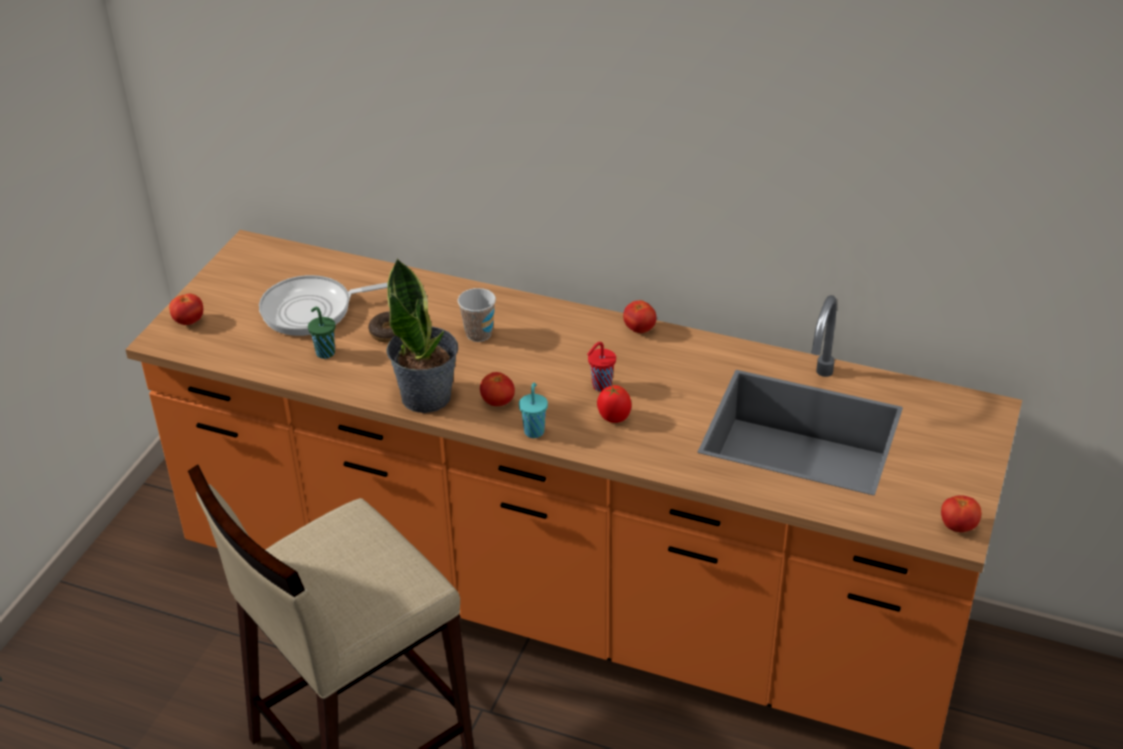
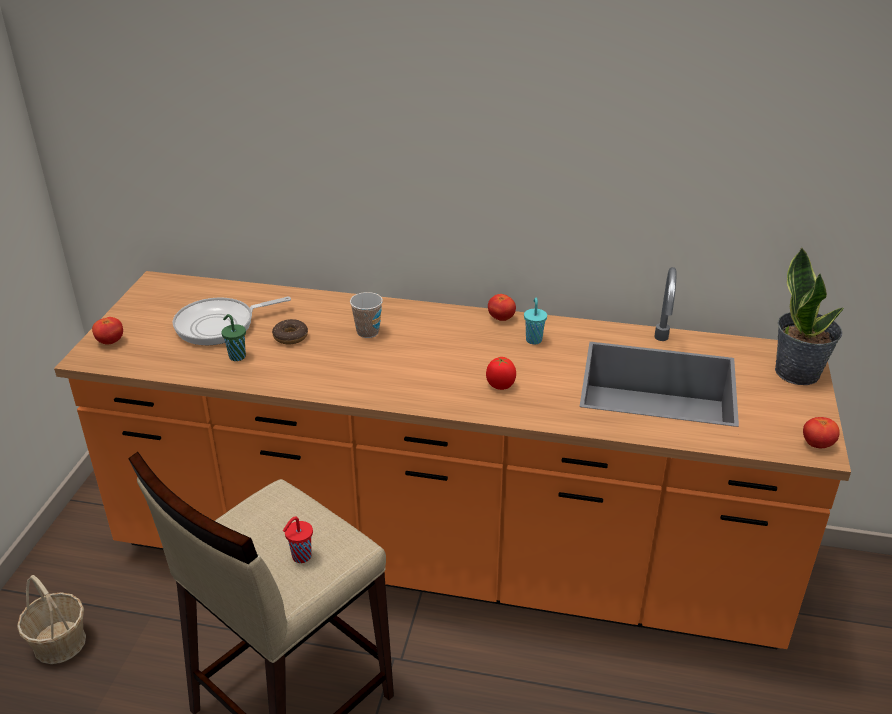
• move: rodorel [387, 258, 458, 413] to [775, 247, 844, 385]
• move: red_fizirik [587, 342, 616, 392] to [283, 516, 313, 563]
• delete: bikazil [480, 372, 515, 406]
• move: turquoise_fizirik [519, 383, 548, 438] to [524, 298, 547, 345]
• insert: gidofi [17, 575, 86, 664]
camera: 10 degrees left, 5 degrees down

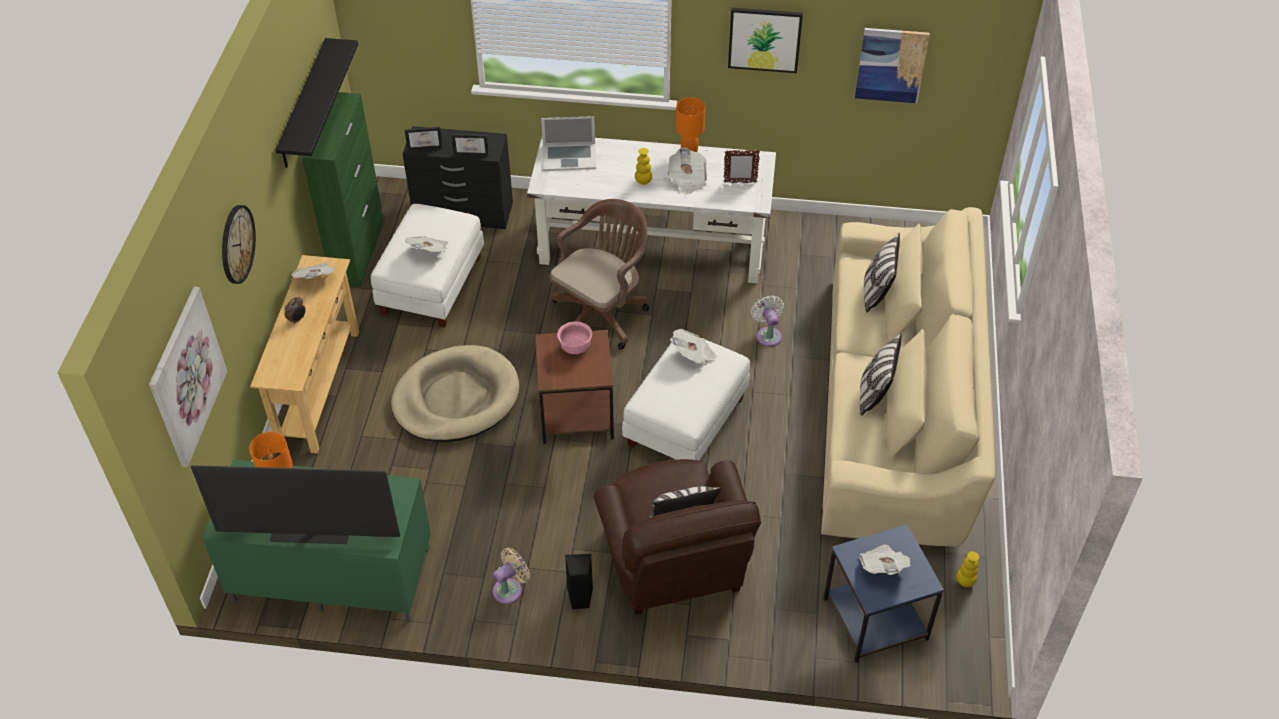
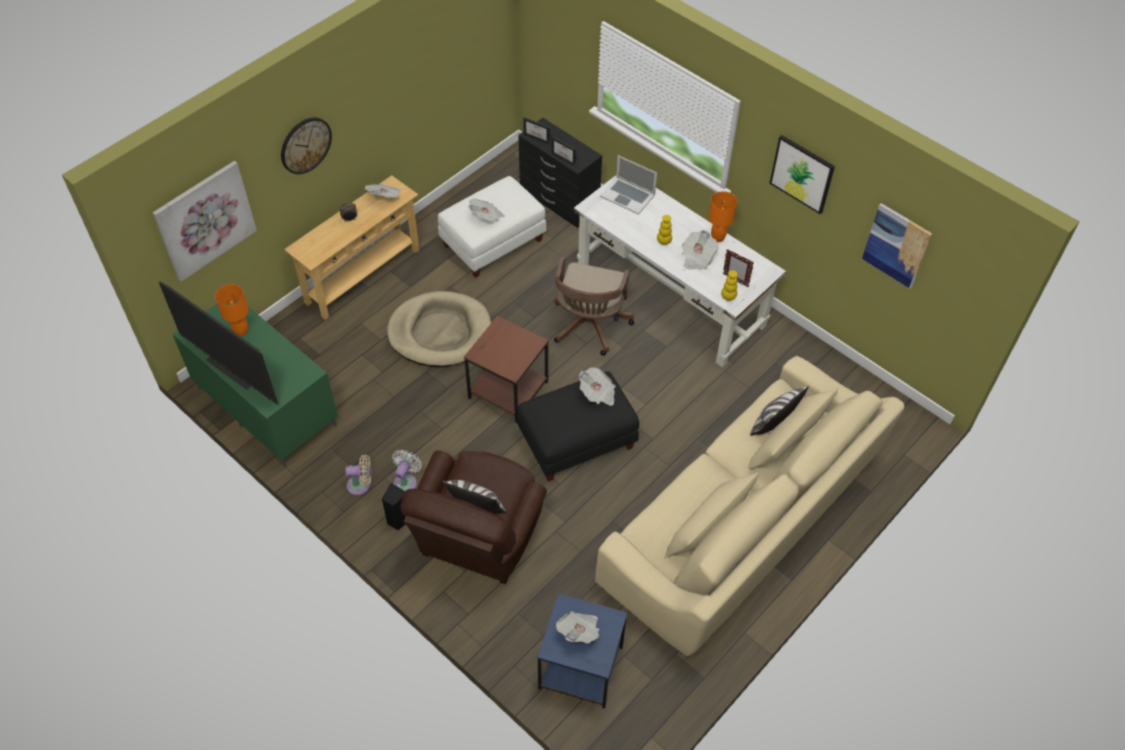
• delete: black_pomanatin [276, 38, 358, 168]
• delete: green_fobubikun [302, 92, 384, 287]
• rotate: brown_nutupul [549, 199, 649, 350] = [554, 256, 634, 356] 120 degrees clockwise
• move: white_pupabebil [751, 295, 784, 347] to [392, 450, 422, 492]
• delete: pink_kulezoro [557, 321, 592, 354]
• delete: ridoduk [860, 333, 902, 416]
• recolor: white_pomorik [622, 340, 750, 460] to black_pomorik [517, 371, 639, 482]
• move: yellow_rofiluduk [956, 552, 979, 587] to [721, 270, 738, 301]
camera: 35 degrees right, 5 degrees up

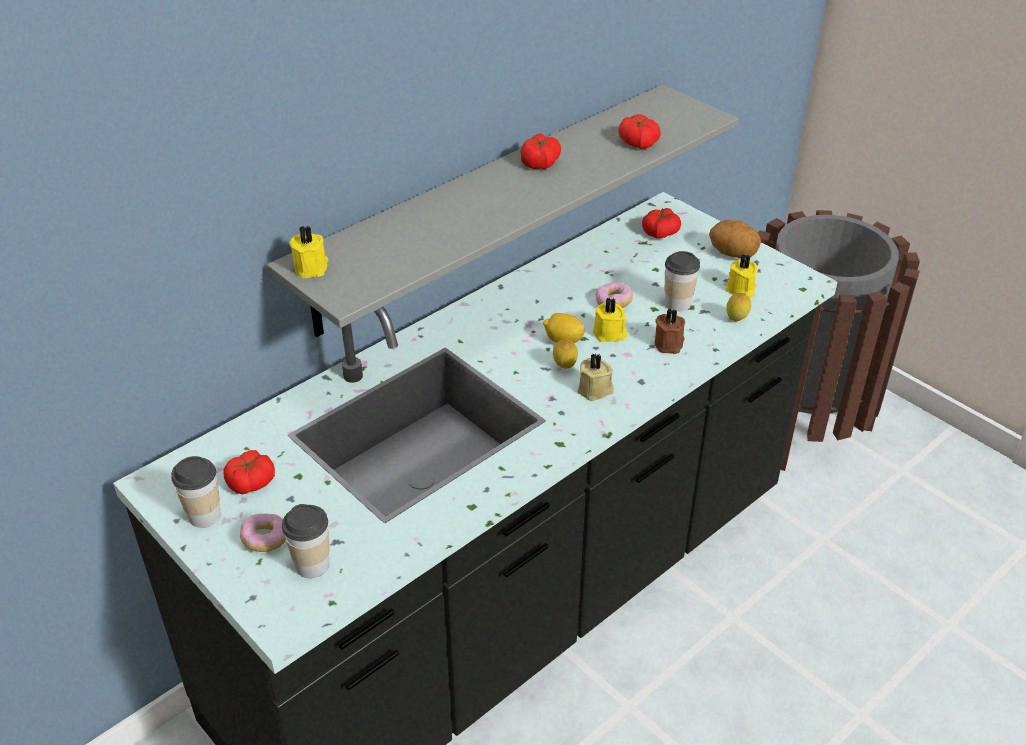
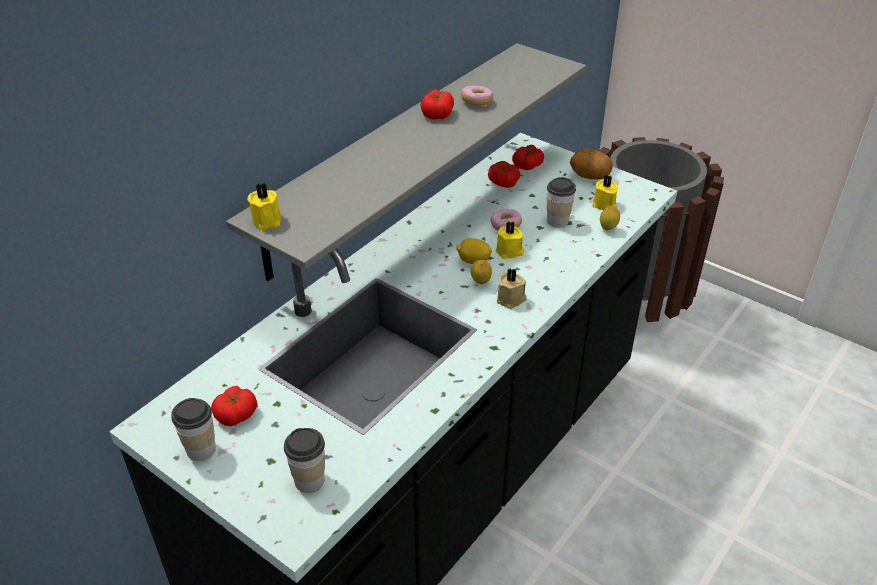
• move: bikazil [619, 114, 661, 149] to [488, 161, 520, 188]
• delete: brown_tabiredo [655, 309, 685, 354]
• move: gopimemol [240, 514, 286, 552] to [461, 86, 493, 106]
camera: 10 degrees left, 0 degrees up

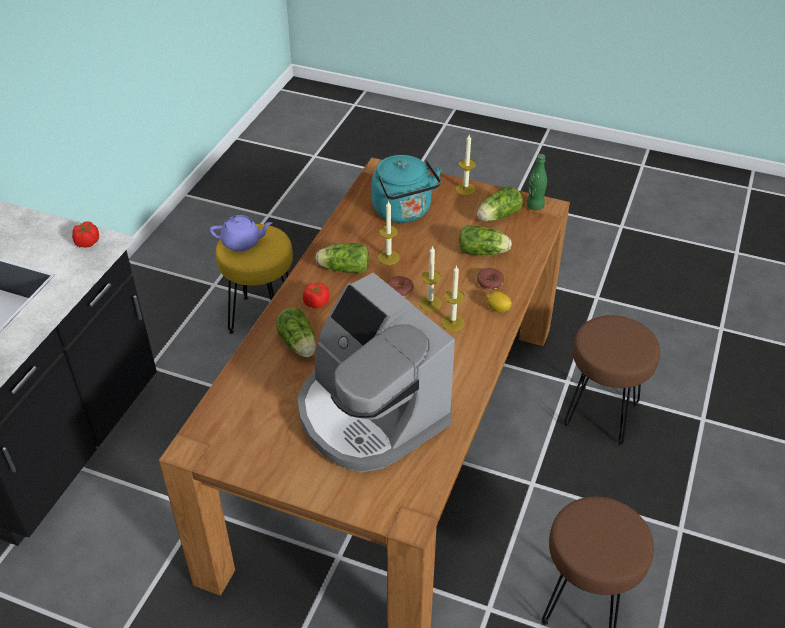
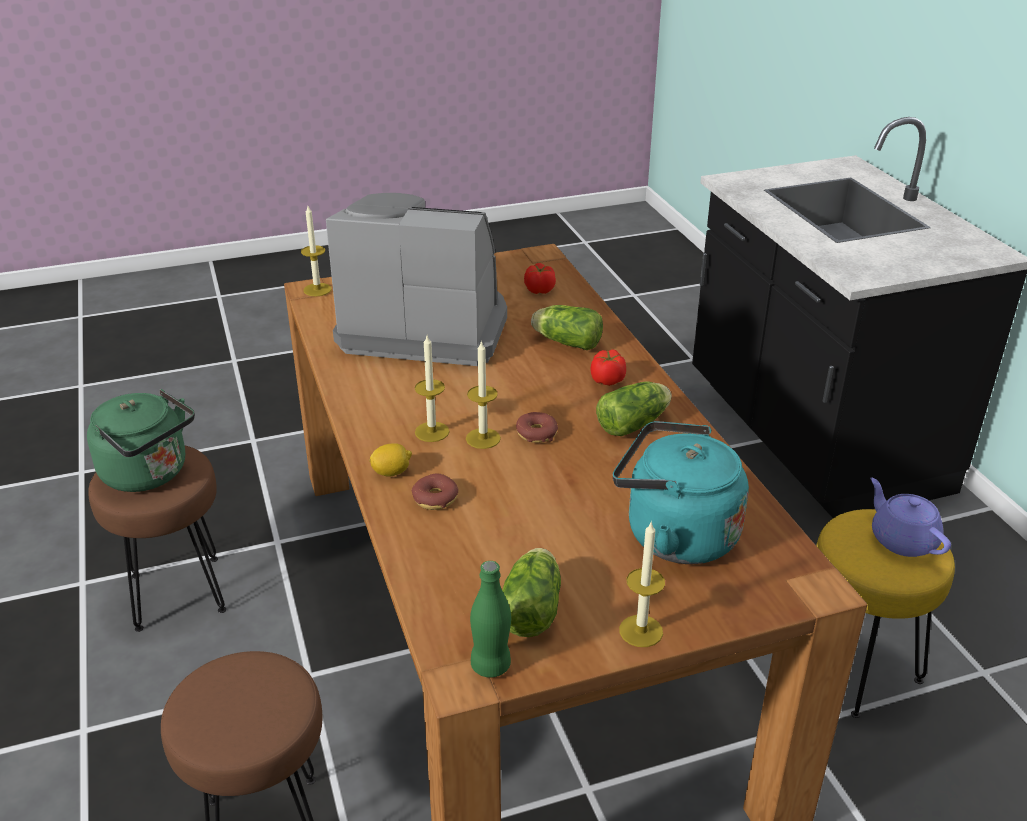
• move: tabiredo [378, 200, 400, 265] to [301, 206, 332, 296]
• rotate: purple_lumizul [210, 215, 272, 251] = [870, 477, 951, 557] 105 degrees clockwise
• move: bikazil [72, 221, 99, 248] to [524, 263, 556, 294]
• delete: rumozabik [459, 225, 512, 255]
• insert: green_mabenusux [87, 389, 195, 492]
camera: 140 degrees right, 10 degrees down

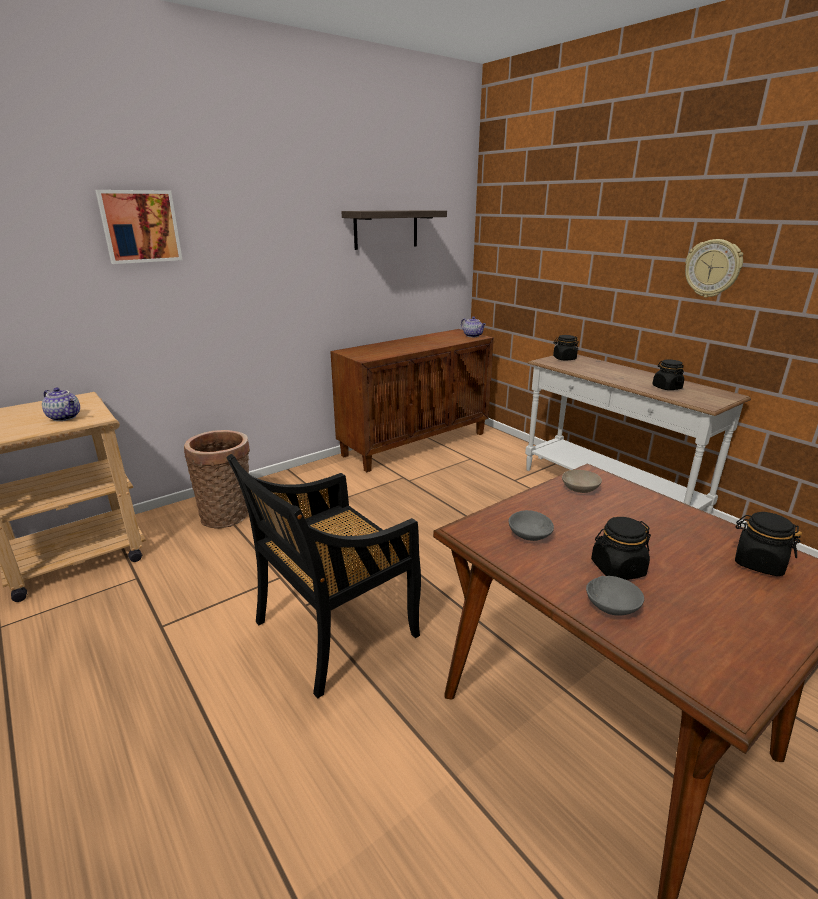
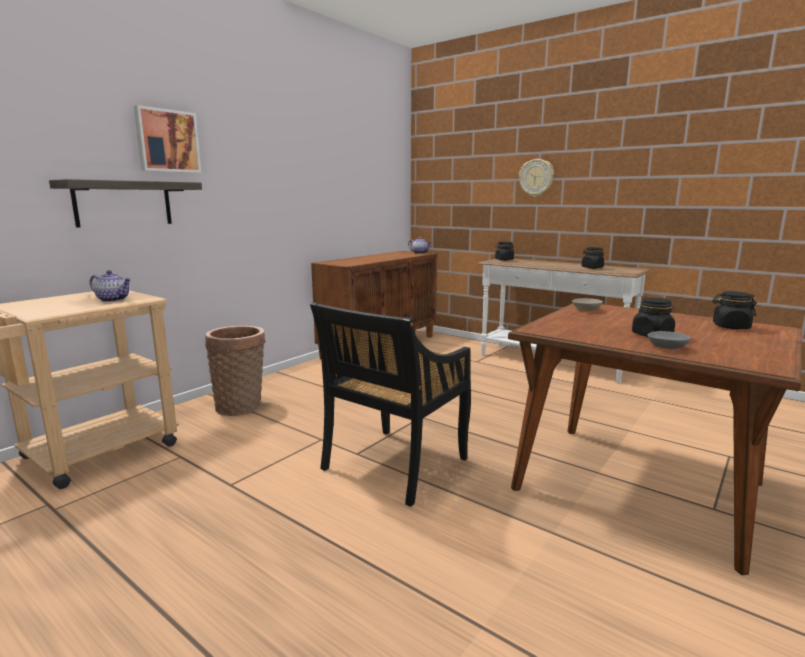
• move: pomanatin [342, 210, 447, 250] to [49, 179, 202, 228]
• move: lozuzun [685, 239, 743, 298] to [519, 159, 554, 197]
• delete: grey_kulezoro [509, 510, 554, 541]
camera: 15 degrees left, 10 degrees down

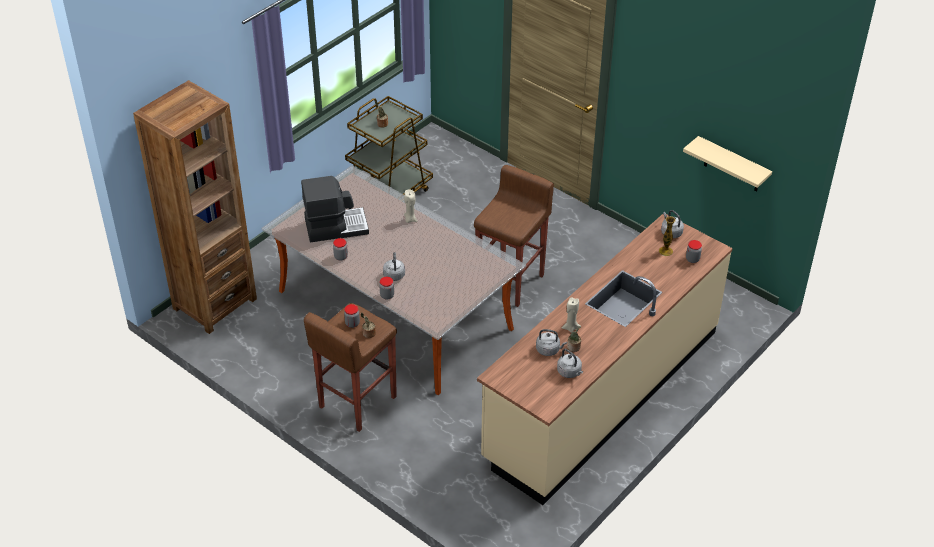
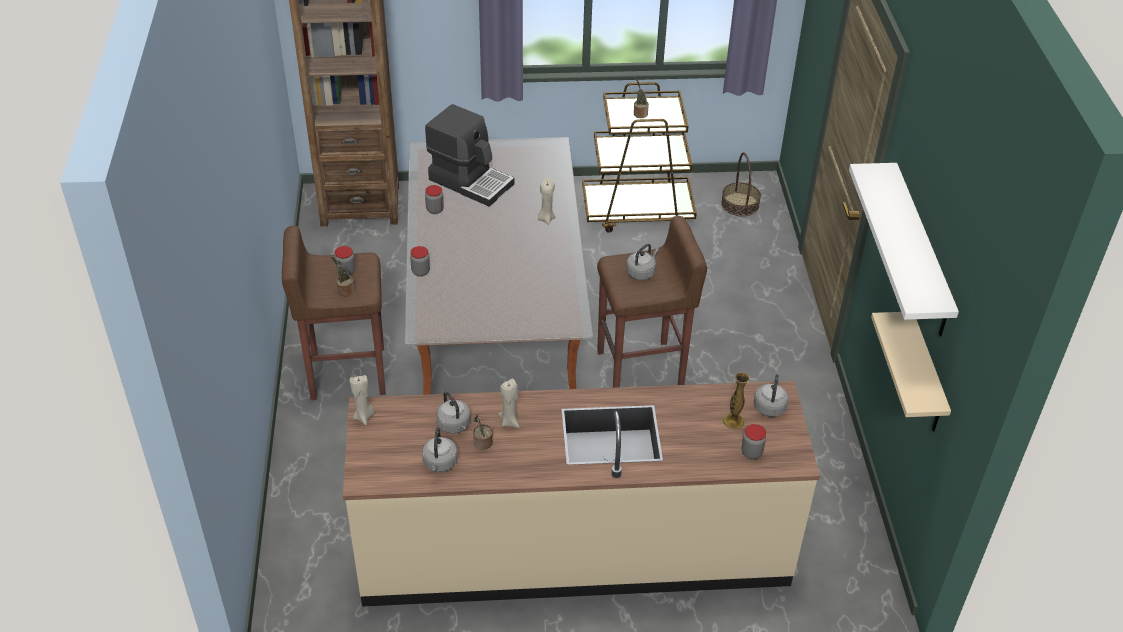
• move: grey_mabenusux [383, 252, 405, 281] to [626, 244, 659, 280]
• insert: gidofi [721, 152, 761, 217]
• insert: white_pomanatin [849, 163, 959, 336]
• insert: beige_tabiredo [350, 375, 374, 425]
camera: 45 degrees right, 0 degrees up

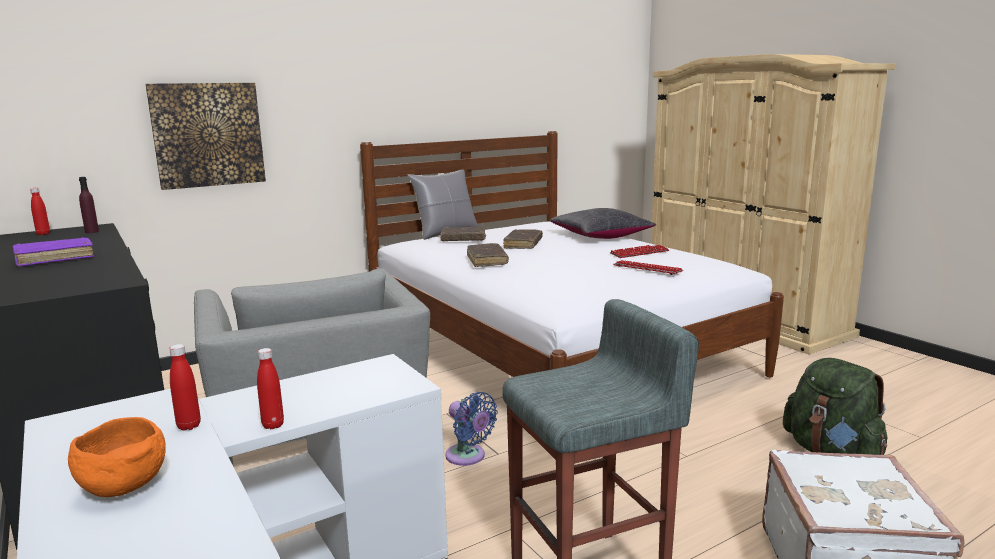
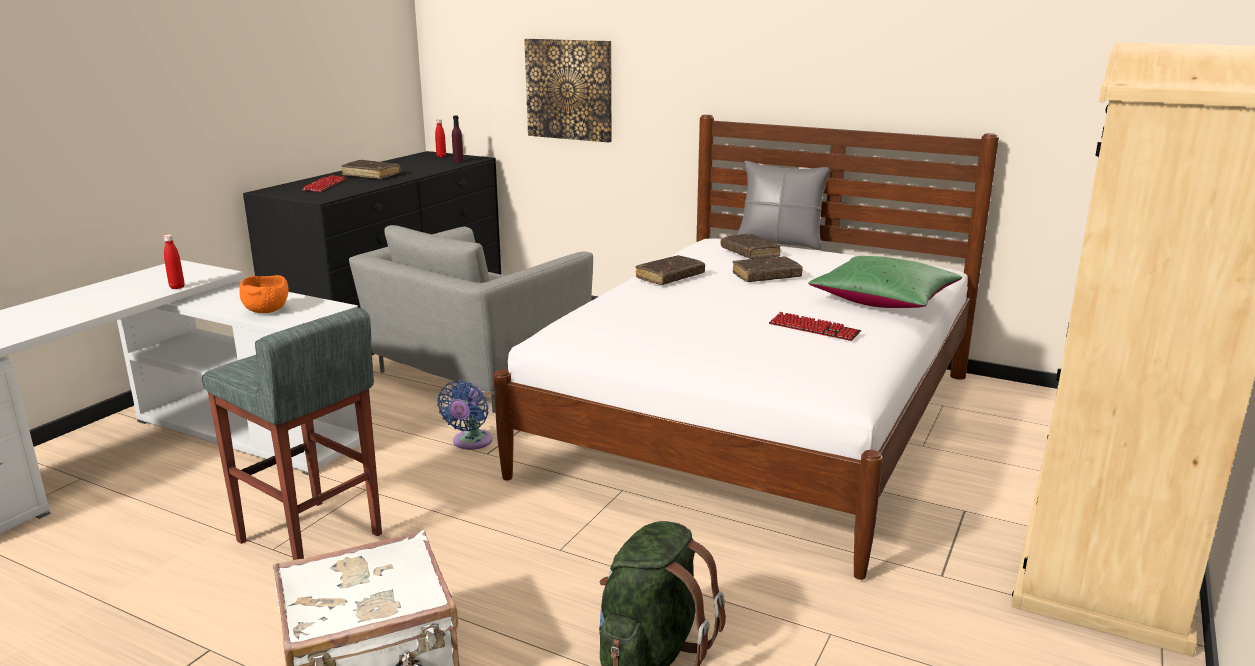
• recolor: black_ridoduk [550, 208, 656, 239] to green_ridoduk [808, 256, 962, 308]
• recolor: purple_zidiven [13, 237, 94, 267] to brown_zidiven [342, 160, 401, 179]
• move: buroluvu [613, 260, 683, 275] to [302, 175, 346, 192]
• delete: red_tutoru [257, 348, 284, 429]
• move: orange_kulezoro [68, 417, 166, 497] to [240, 275, 289, 313]
camera: 60 degrees right, 5 degrees up

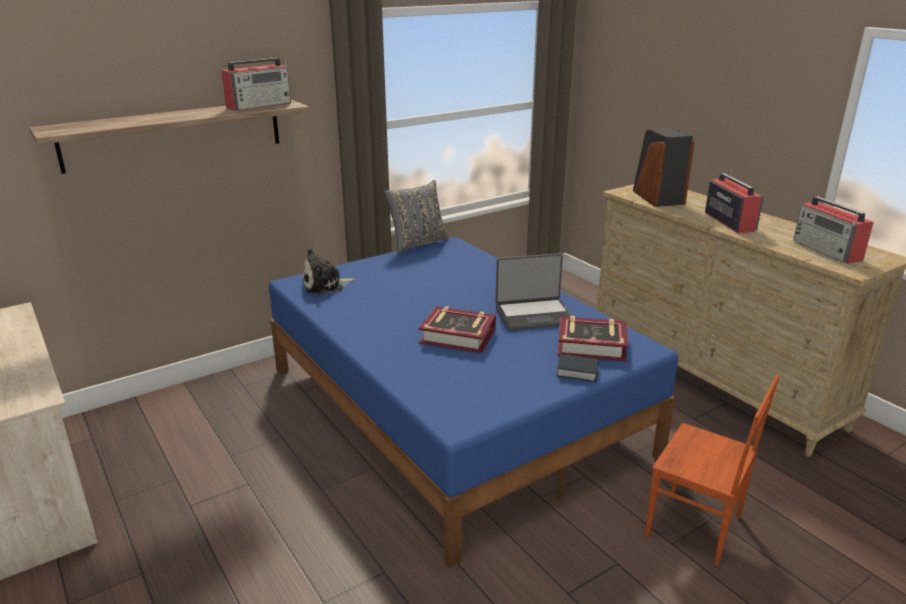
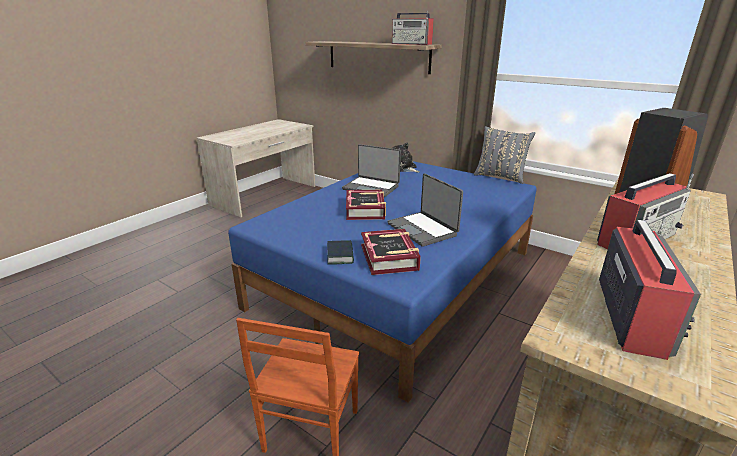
• rotate: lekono [793, 196, 874, 264] = [599, 216, 701, 360] 150 degrees clockwise
• insert: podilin [342, 144, 401, 197]
camera: 70 degrees right, 0 degrees up

